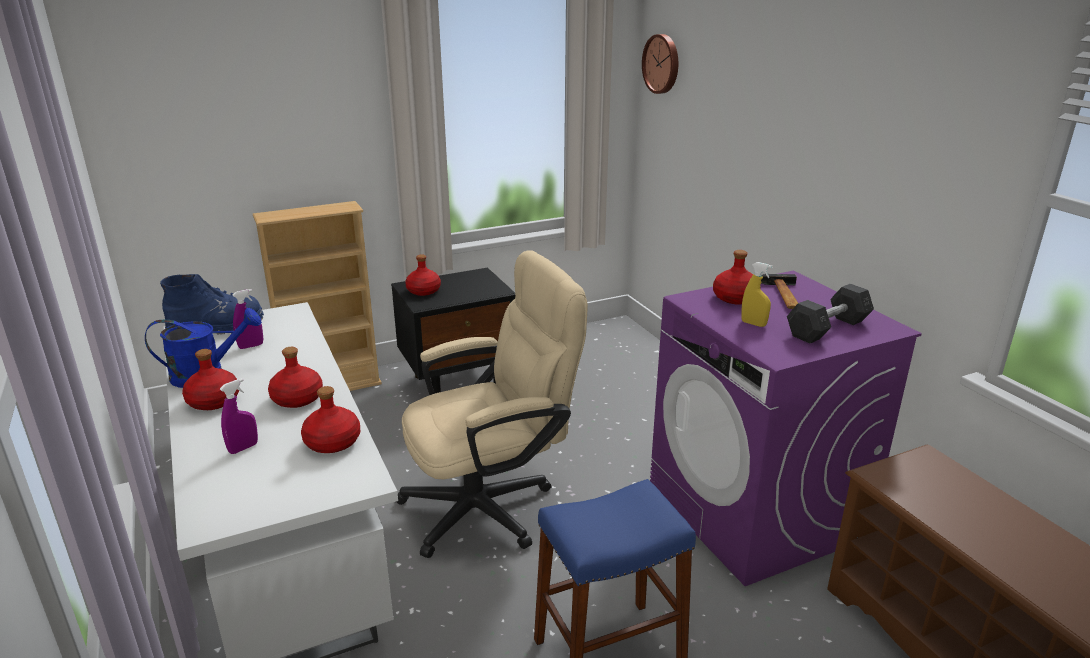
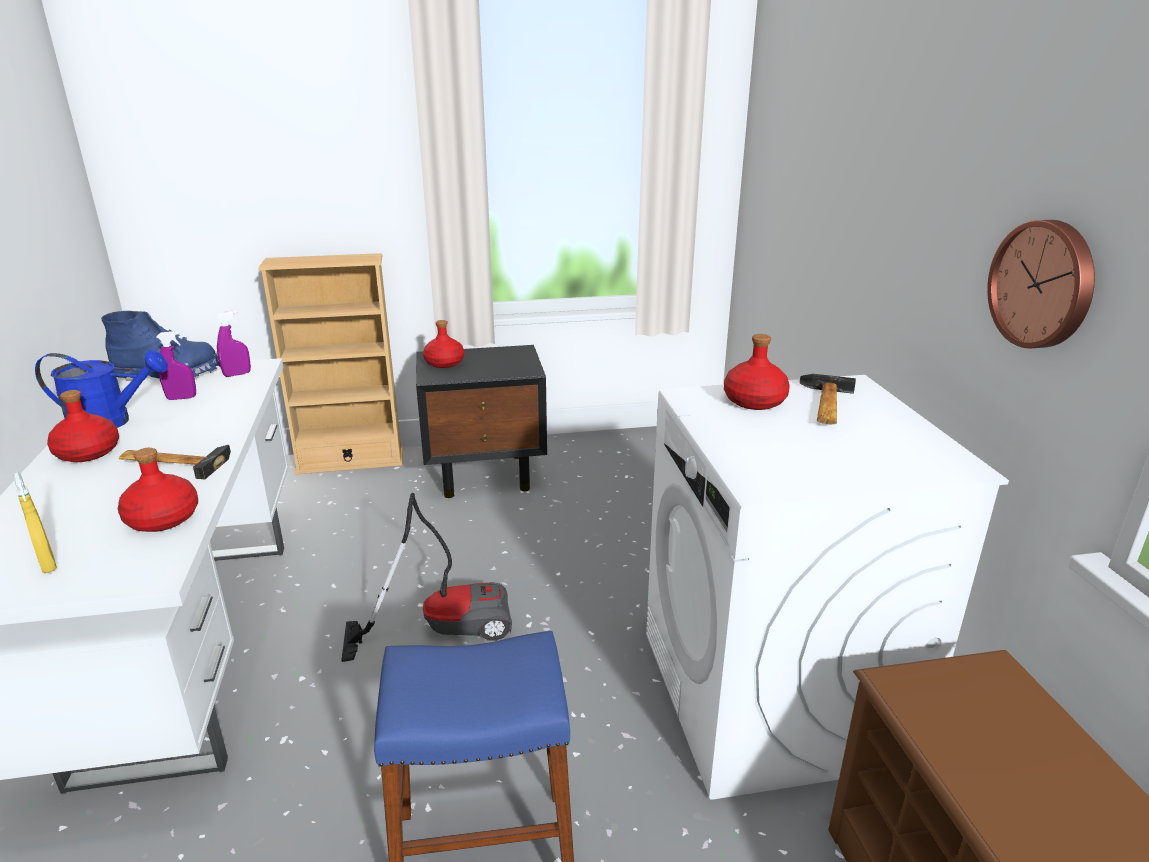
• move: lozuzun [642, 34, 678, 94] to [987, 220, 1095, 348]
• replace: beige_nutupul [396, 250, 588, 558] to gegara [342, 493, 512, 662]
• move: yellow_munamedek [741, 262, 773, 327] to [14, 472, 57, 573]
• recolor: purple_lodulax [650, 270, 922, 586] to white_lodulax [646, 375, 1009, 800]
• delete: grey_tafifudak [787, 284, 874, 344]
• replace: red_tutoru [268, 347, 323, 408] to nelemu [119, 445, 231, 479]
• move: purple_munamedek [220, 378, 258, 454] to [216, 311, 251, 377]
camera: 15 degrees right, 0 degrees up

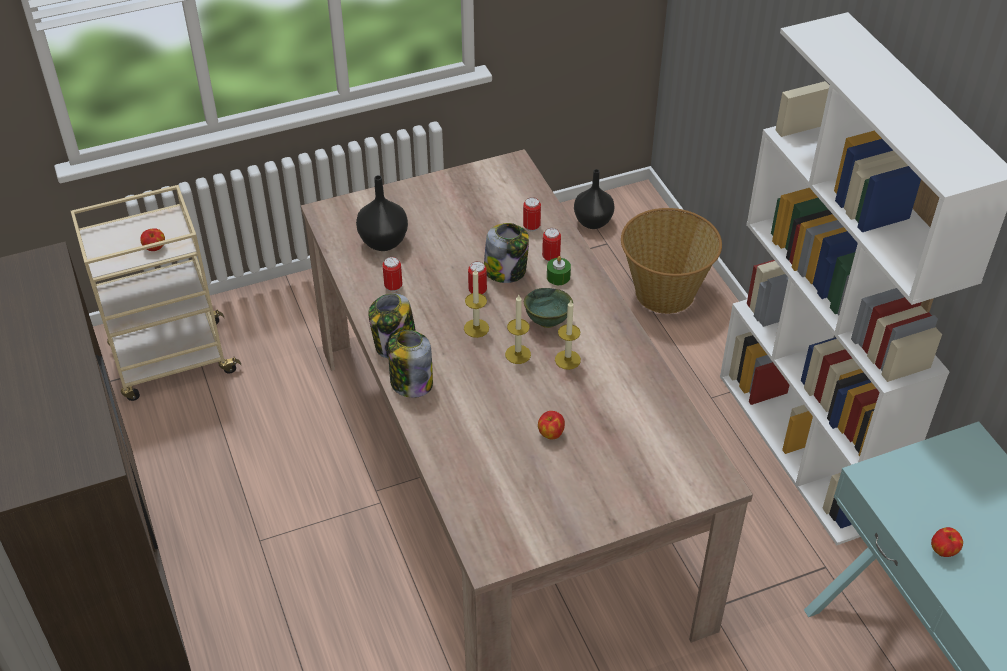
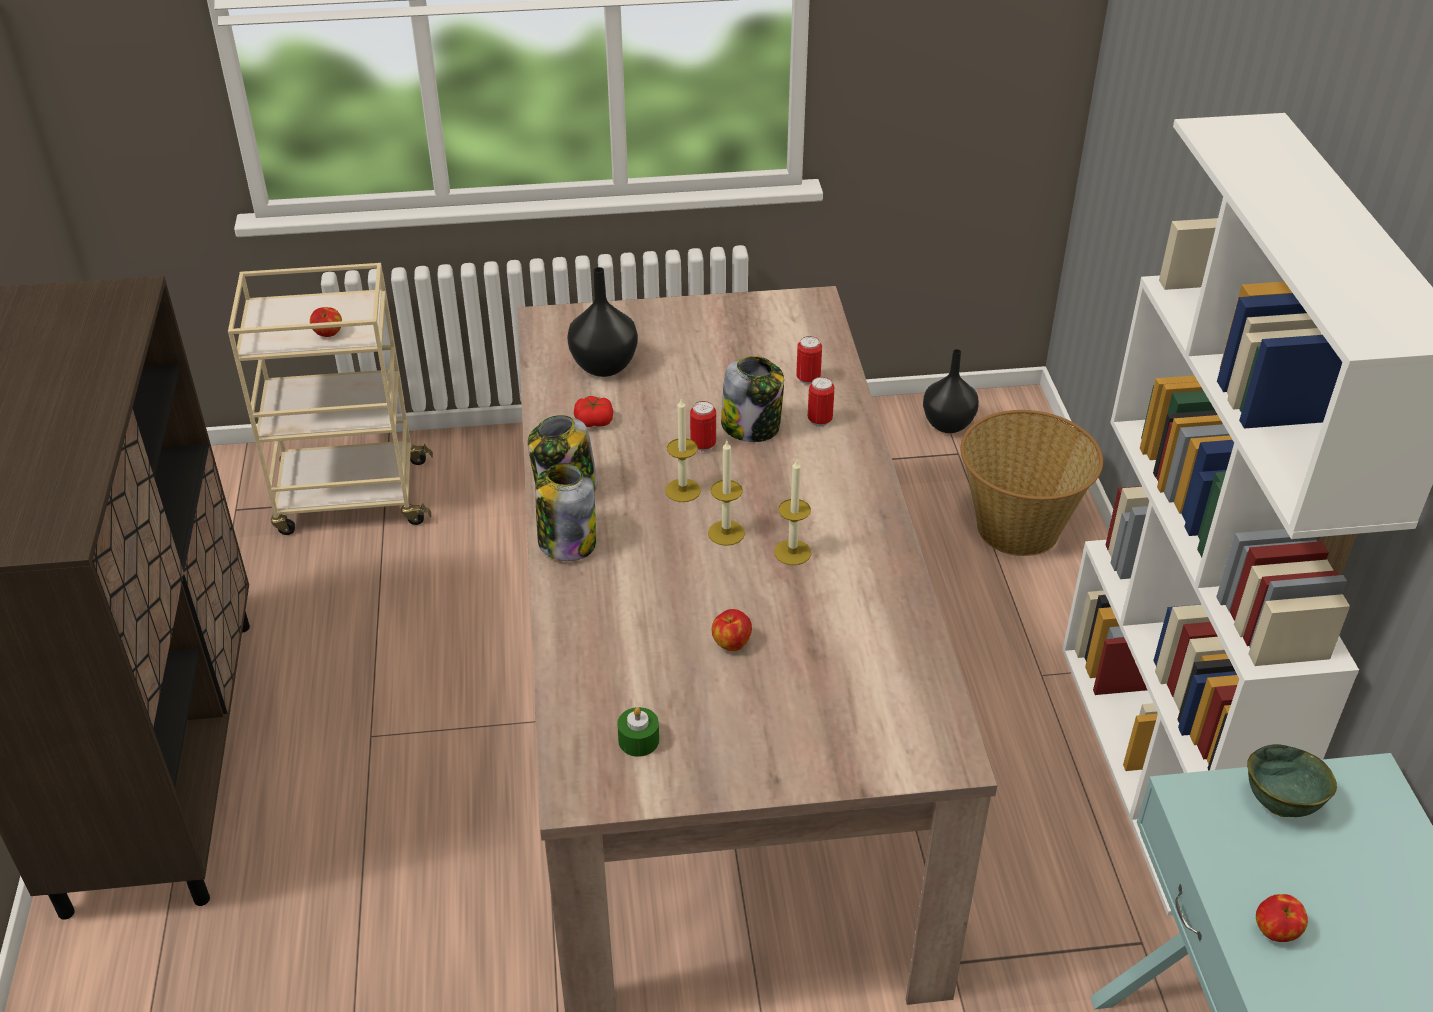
• move: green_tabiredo [547, 256, 571, 285] to [617, 707, 659, 757]
• replace: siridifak [382, 257, 402, 292] to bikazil [574, 396, 613, 427]
• move: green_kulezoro [524, 288, 573, 328] to [1247, 744, 1337, 817]
camera: 15 degrees right, 5 degrees down

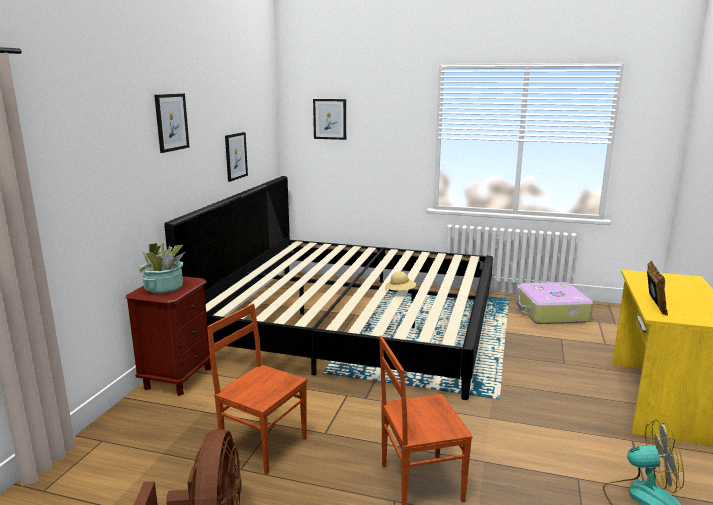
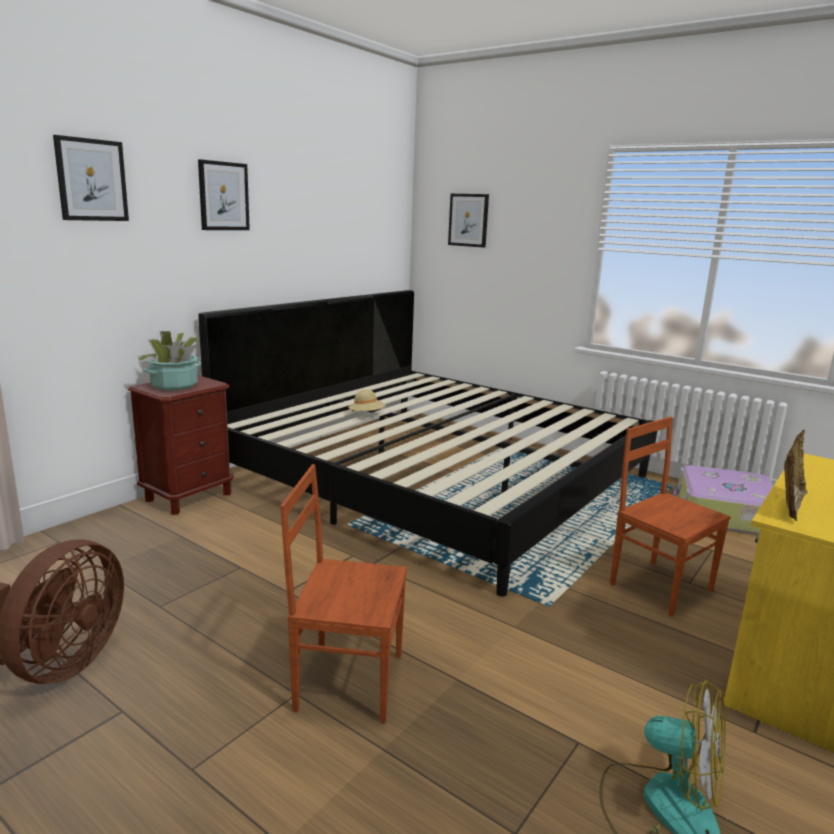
• move: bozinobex [225, 132, 248, 182] to [53, 135, 129, 221]
• move: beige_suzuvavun [386, 272, 416, 291] to [348, 390, 386, 412]
• move: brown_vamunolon [207, 304, 307, 474] to [610, 416, 731, 617]
camera: 20 degrees right, 0 degrees up

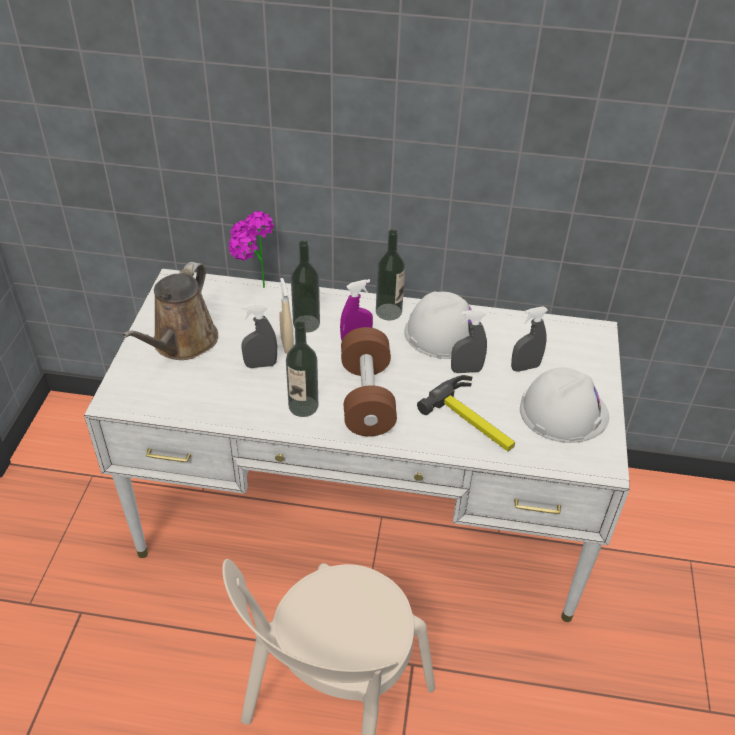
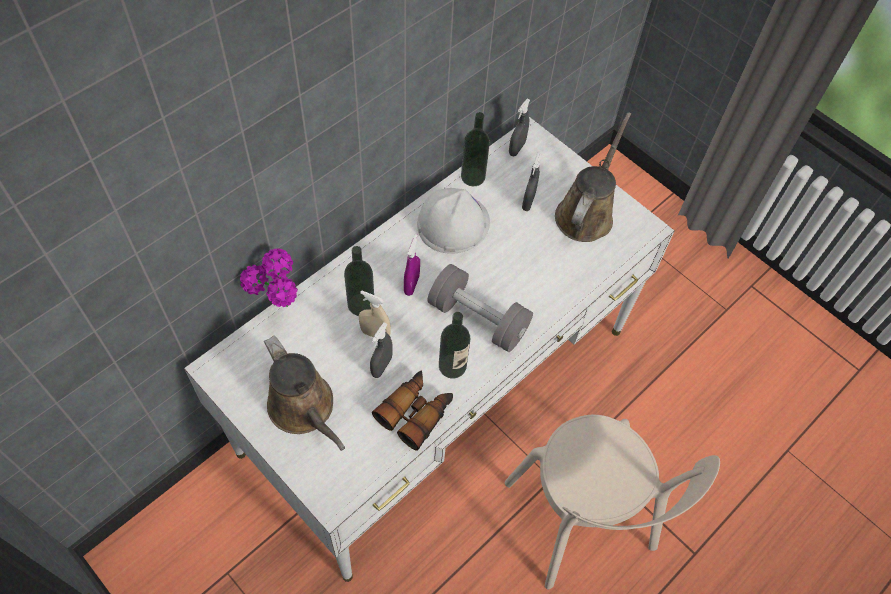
• move: tutoru [376, 229, 405, 320] to [461, 112, 490, 186]
• move: grey_munamedek [451, 310, 487, 373] to [509, 98, 530, 156]
• recolor: brown_tafifudak [341, 327, 397, 436] to grey_tafifudak [428, 264, 533, 352]
• replace: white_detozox [520, 368, 609, 443] to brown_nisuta [555, 112, 631, 242]
• delete: nelemu [417, 375, 515, 451]
• insert: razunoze [372, 371, 453, 451]
camera: 55 degrees left, 15 degrees up

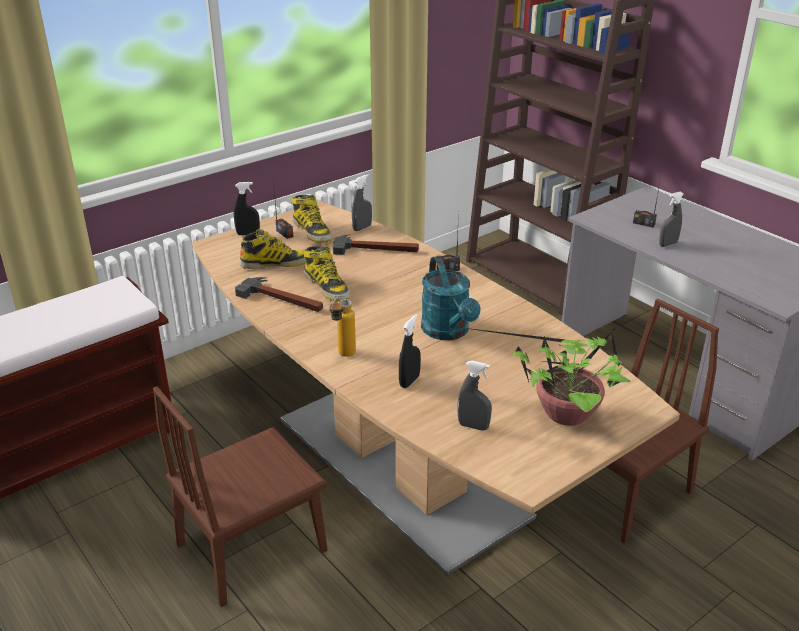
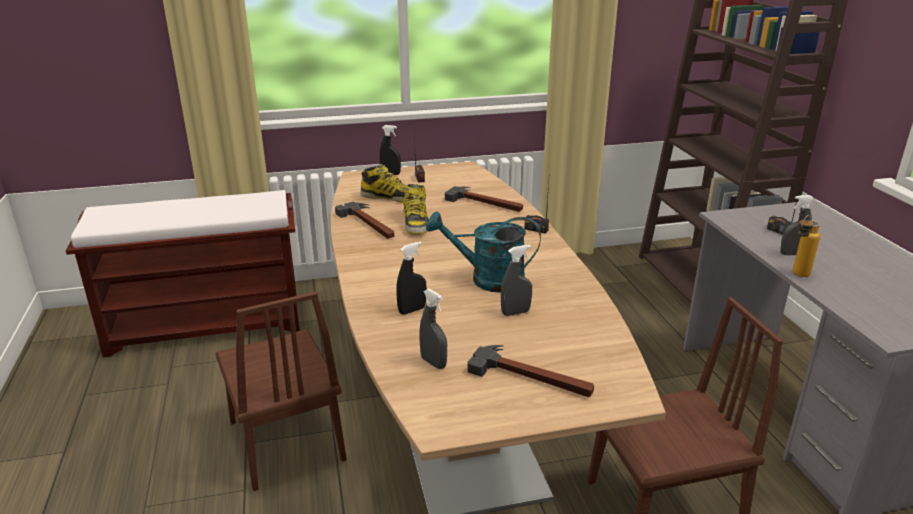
• move: grey_munamedek [352, 174, 372, 231] to [501, 245, 532, 316]
• delete: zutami [291, 195, 332, 243]
• rotate: turquoise_nisuta [421, 256, 481, 340] = [426, 212, 541, 293] 90 degrees clockwise
• move: tutoru [329, 298, 356, 357] to [793, 215, 821, 277]
• replace: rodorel [459, 326, 630, 426] to nelemu [468, 345, 594, 397]
• rotate: brown_vamunolon [153, 386, 327, 607] = [216, 291, 347, 491] 105 degrees counterclockwise
camera: 25 degrees right, 5 degrees down

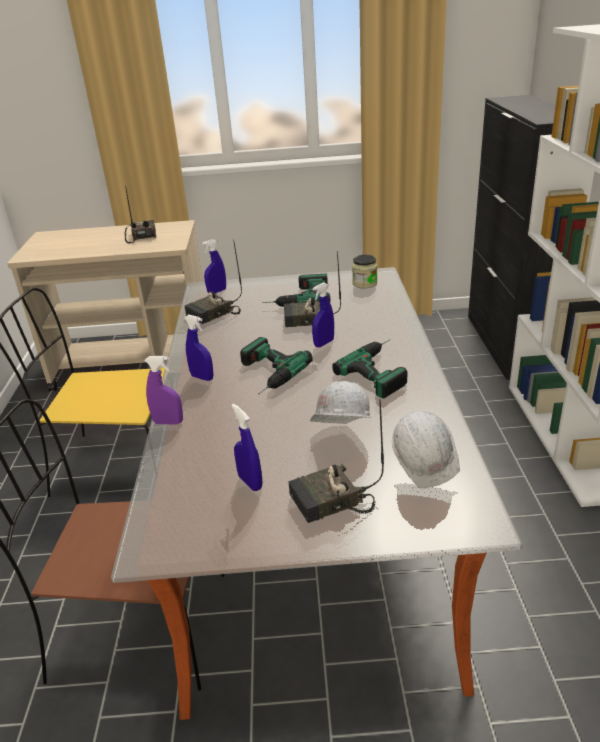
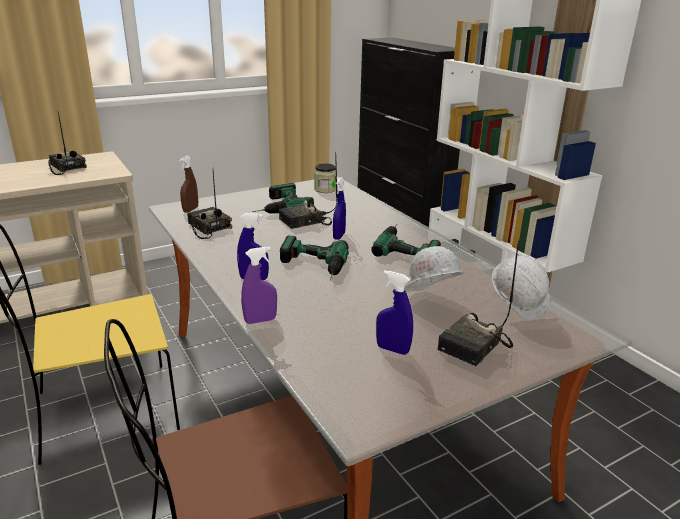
• rotate: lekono [185, 239, 242, 324] = [187, 171, 232, 239] 120 degrees clockwise
• recolor: blue_munamedek [202, 239, 226, 294] to brown_munamedek [179, 156, 198, 213]
camera: 30 degrees left, 5 degrees down

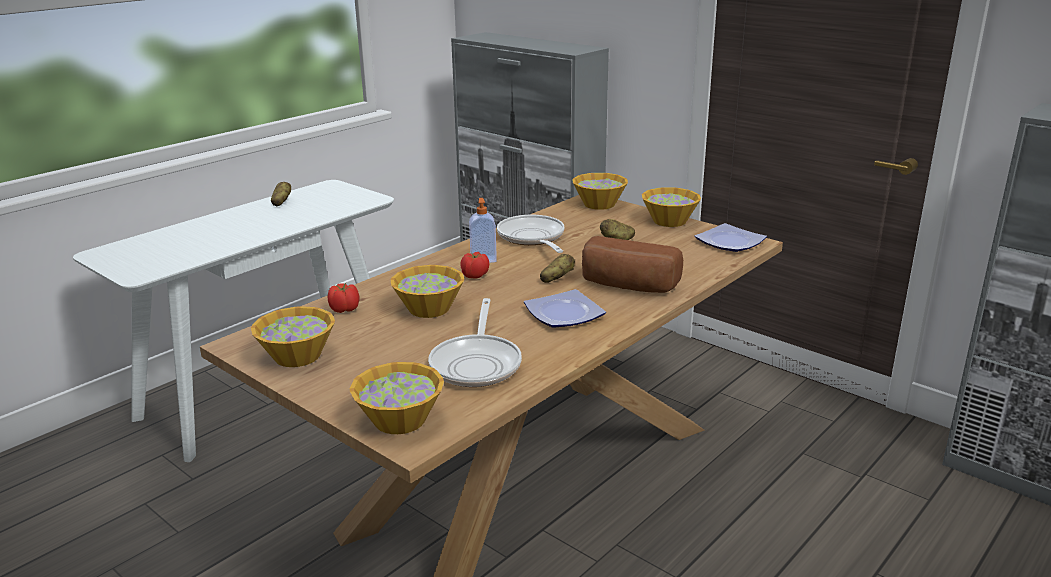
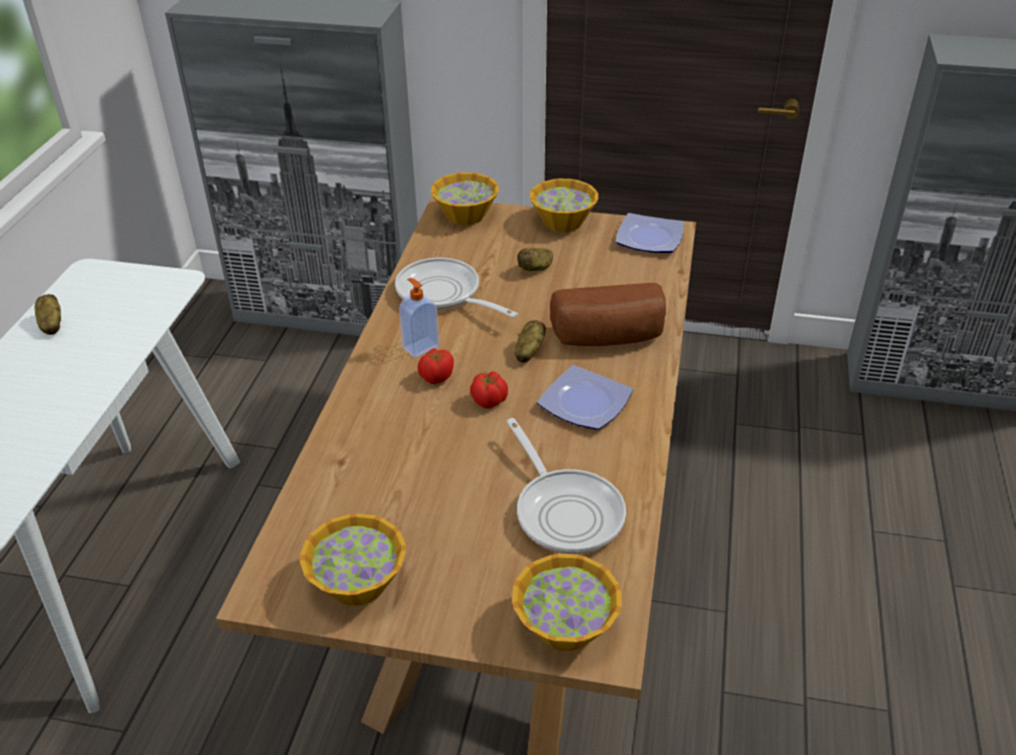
• delete: kulezoro [391, 265, 464, 318]
• move: bikazil [328, 283, 359, 313] to [470, 372, 508, 409]
camera: 30 degrees left, 15 degrees up

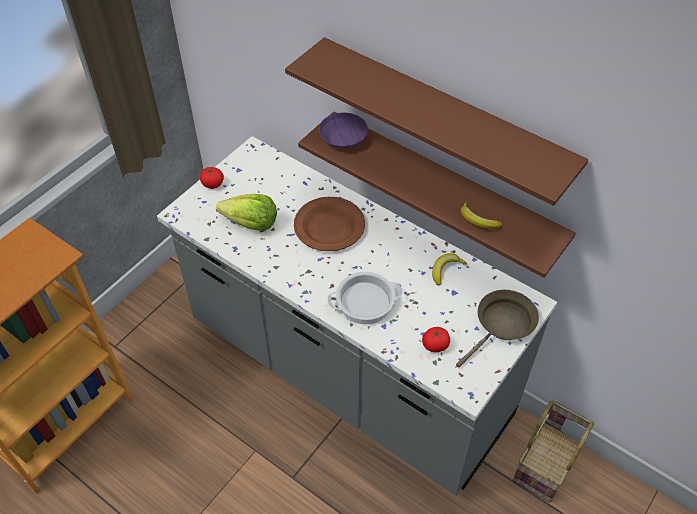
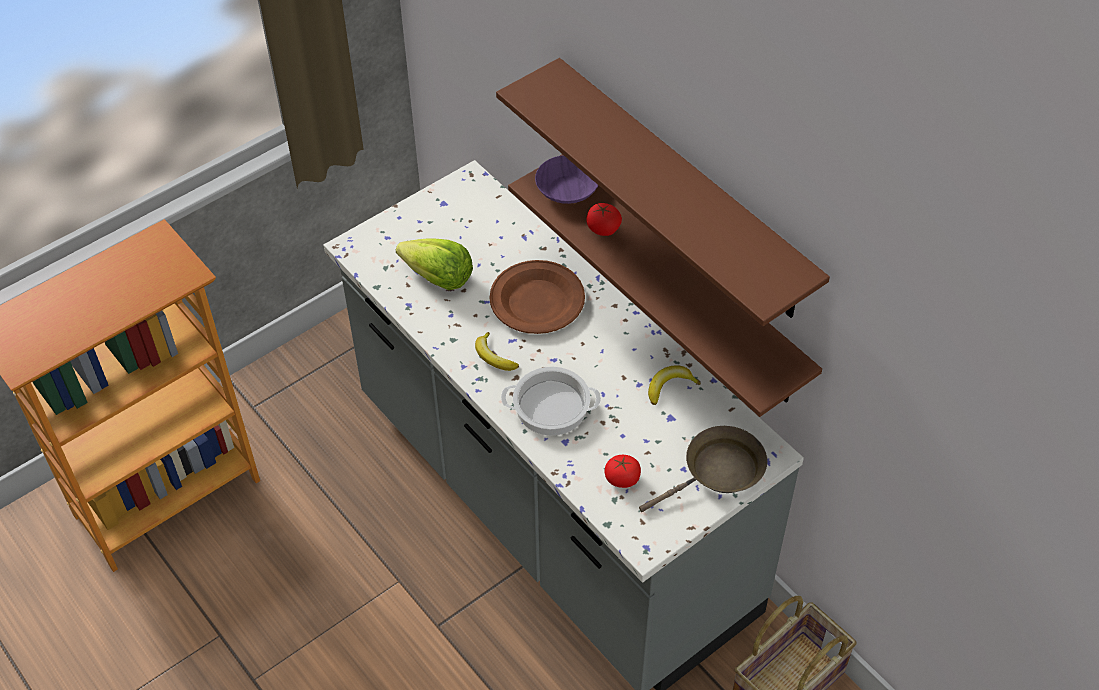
• move: bikazil [200, 167, 224, 189] to [586, 203, 622, 236]
• move: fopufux [460, 202, 502, 229] to [475, 332, 519, 371]
camera: 15 degrees right, 0 degrees up

